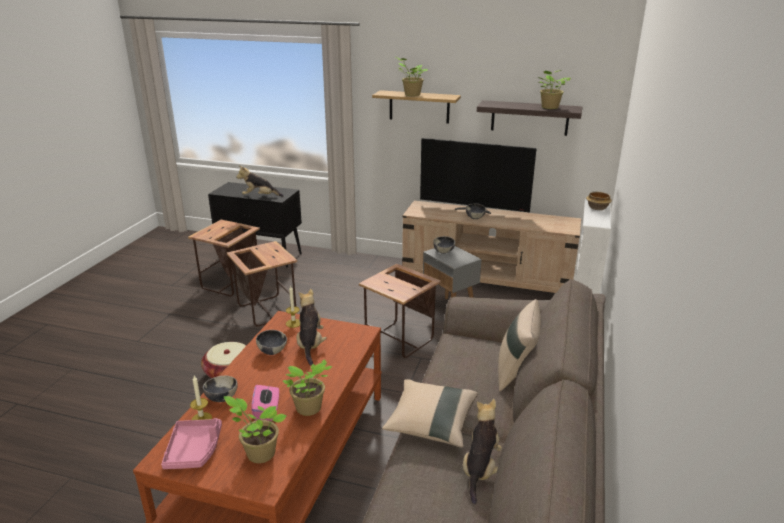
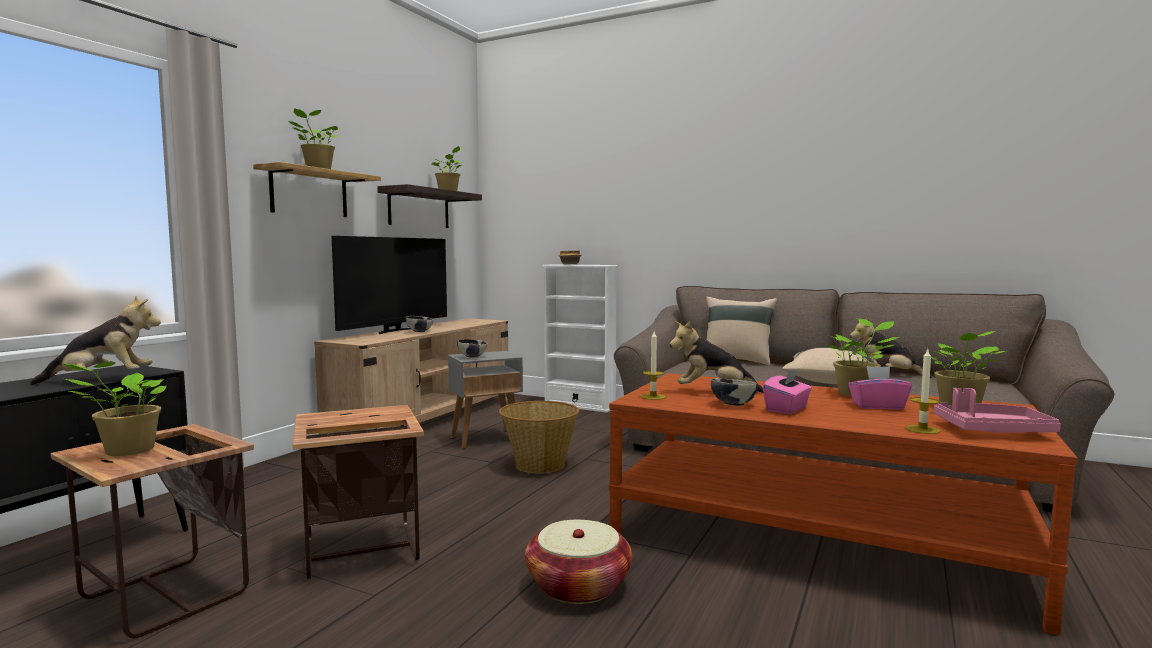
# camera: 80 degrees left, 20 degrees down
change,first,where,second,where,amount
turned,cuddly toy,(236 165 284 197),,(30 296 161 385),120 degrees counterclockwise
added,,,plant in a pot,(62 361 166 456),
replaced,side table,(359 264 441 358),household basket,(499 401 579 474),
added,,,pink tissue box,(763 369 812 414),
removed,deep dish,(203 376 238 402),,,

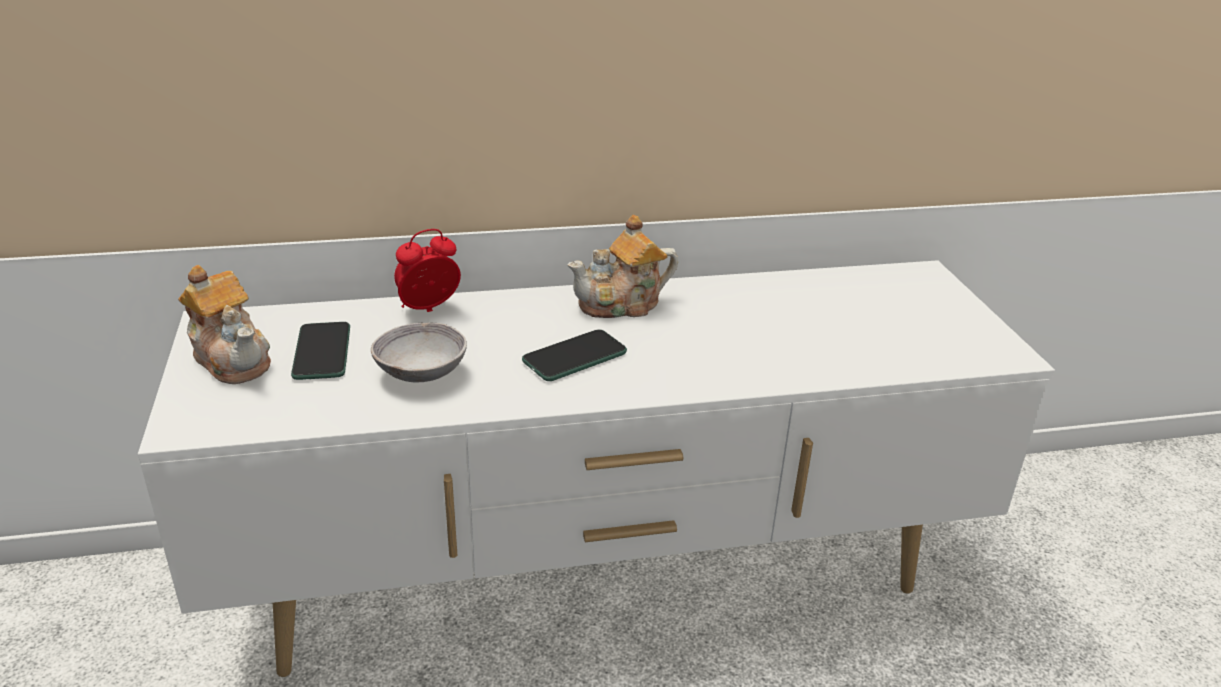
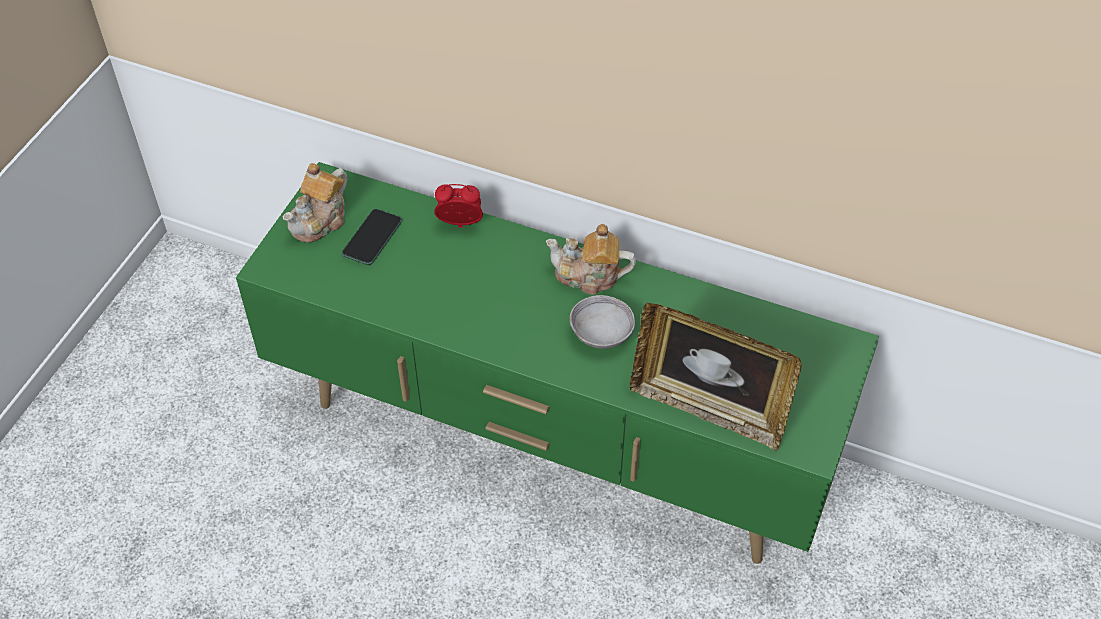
# camera: 35 degrees right, 20 degrees up
change,first,where,second,where,amount
recoloured,white tv unit,(138 260 1055 677),green-coloured tv unit,(236 162 879 564),
turned,teapot,(178 265 271 384),,(283 163 347 243),45 degrees clockwise
moved,gray deep dish,(371 322 467 382),,(569 295 635 349),
added,,,standing frame,(630 303 802 451),
removed,telephone,(522 329 627 381),,,

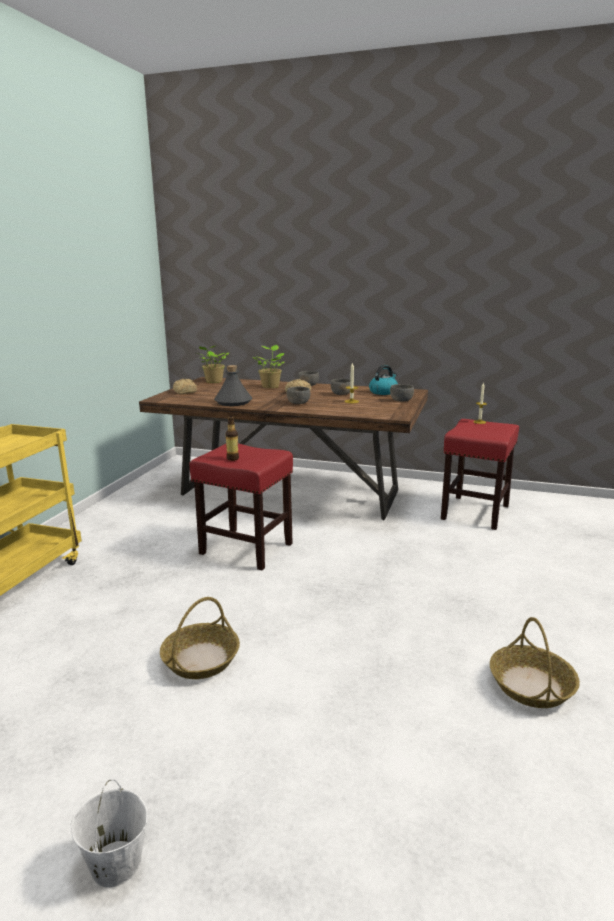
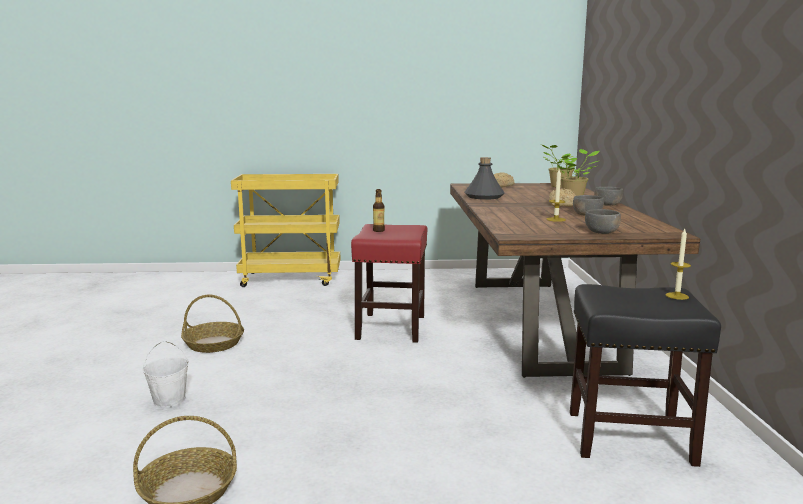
# camera: 70 degrees right, 5 degrees down
change,first,where,second,where,amount
moved,white bucket,(71 779 147 888),,(143 341 189 408),
recoloured,red-coloured sitting stool,(441 419 519 530),blackish sitting stool,(570 284 721 467),
removed,gray deep dish,(287 386 310 404),,,
removed,water kettle,(369 365 398 395),,,

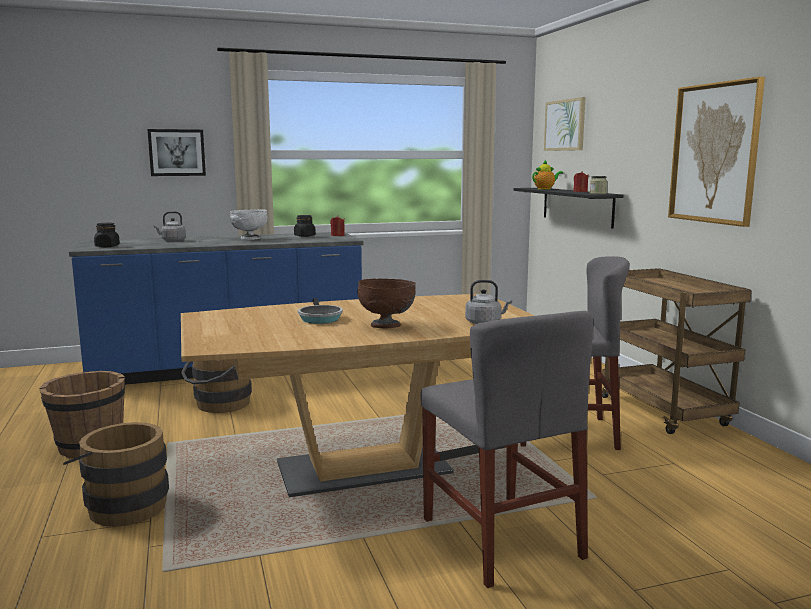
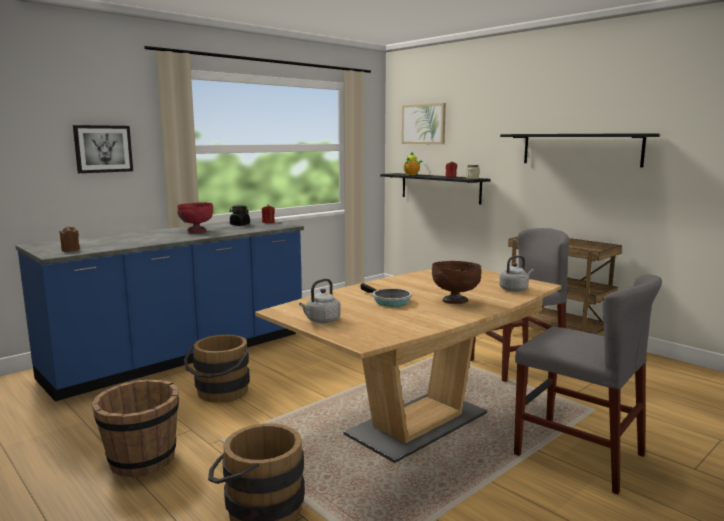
# camera: 25 degrees left, 0 degrees up
change,first,where,second,where,amount
replaced,blackish storage jar,(94 223 120 247),brown-coloured candle,(59 226 80 252),
recoloured,white deep dish,(230 209 268 240),red-coloured deep dish,(177 202 213 232),
moved,gray water kettle,(154 211 186 241),,(299 279 341 323),
replaced,wall art,(668 77 765 227),blackish bracket shelf,(500 133 660 167),

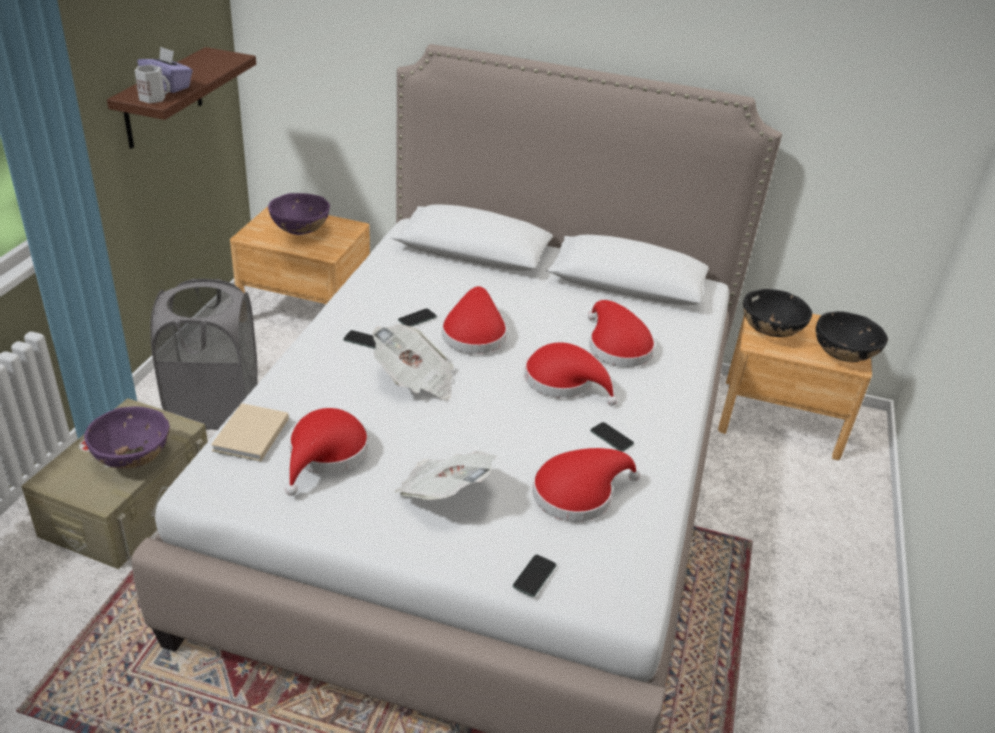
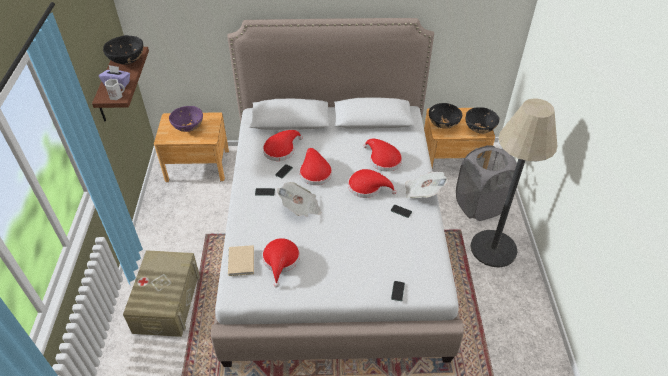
# camera: 15 degrees left, 10 degrees up
change,first,where,second,where,amount
added,,,blackish deep dish,(103 35 144 65),
moved,red-coloured hat,(532 448 640 522),,(263 130 303 161),
moved,newspaper,(395 451 497 500),,(405 172 448 198),
moved,gray hamper,(150 279 258 430),,(456 145 517 221),
added,,,standard lamp,(471 98 557 267),
removed,purple deep dish,(84 407 170 469),,,

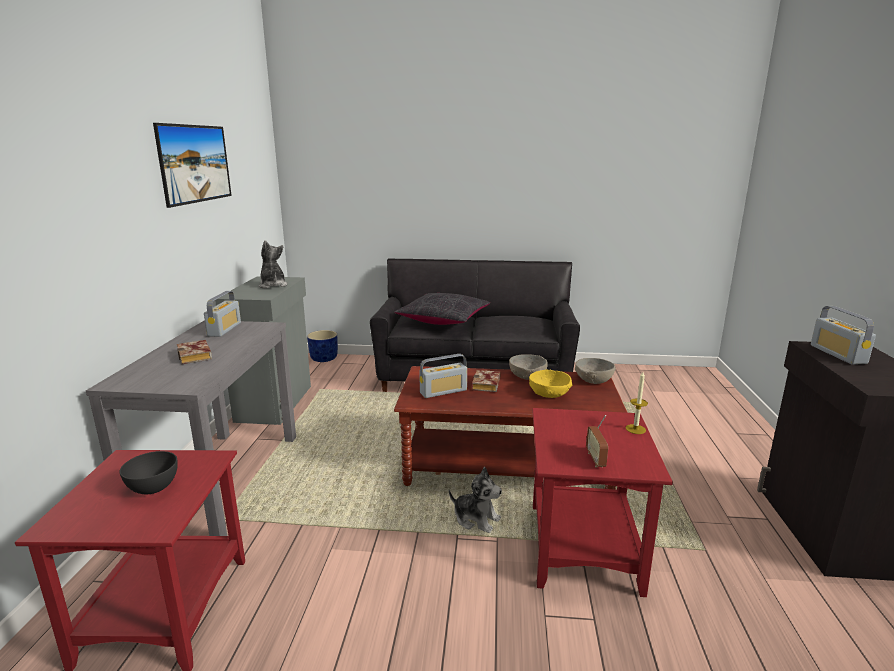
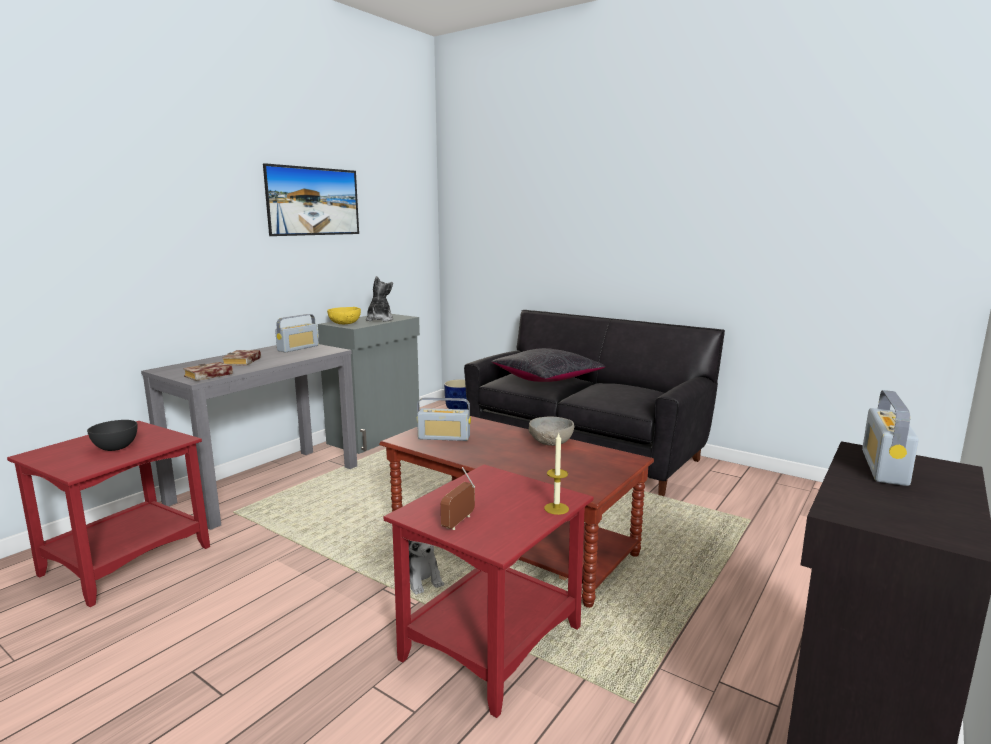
# camera: 30 degrees right, 5 degrees down
change,first,where,second,where,amount
moved,bound book,(472 370 501 392),,(183 362 233 381),
moved,yellowish deep dish,(529 369 572 398),,(327 307 361 324),
removed,gray deep dish,(575 358 616 384),,,

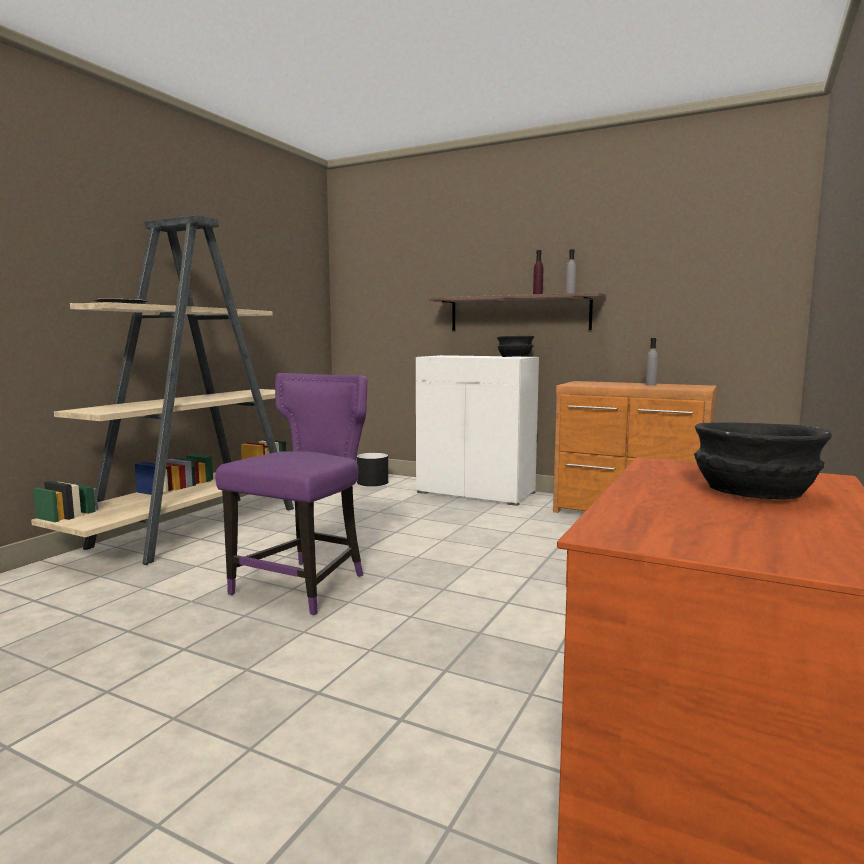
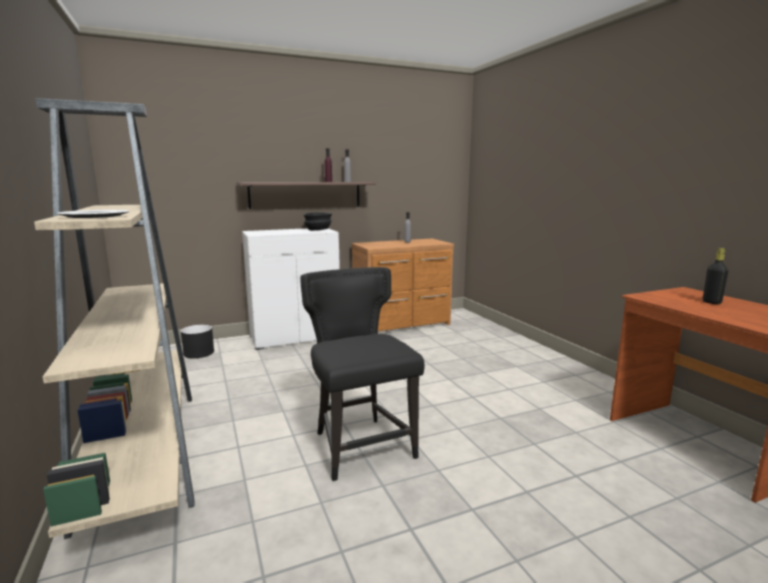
# camera: 50 degrees left, 5 degrees up
change,first,where,second,where,amount
recoloured,purple upright chair,(215 373 367 615),blackish upright chair,(300 267 425 481),
replaced,blackish deep dish,(694 422 832 500),blackish bottle,(703 248 729 304),

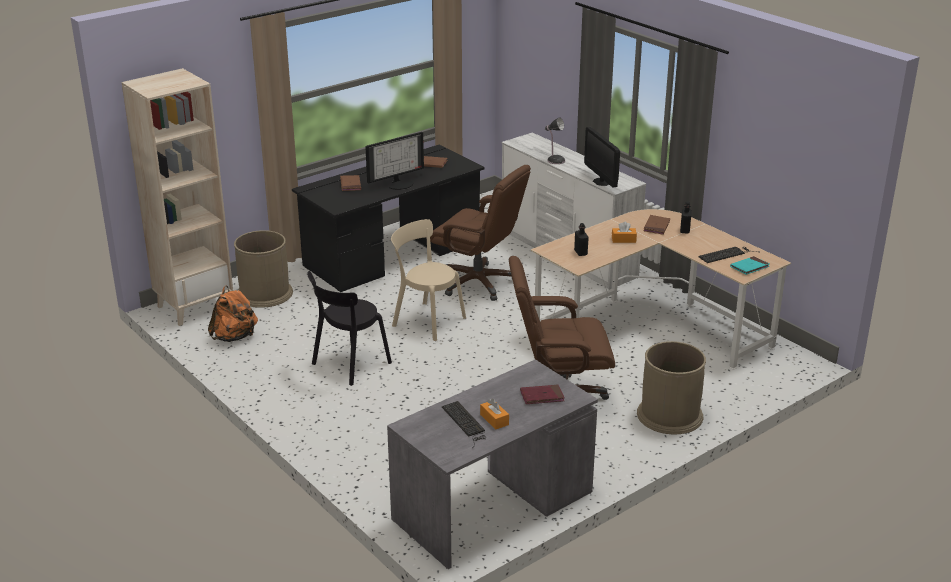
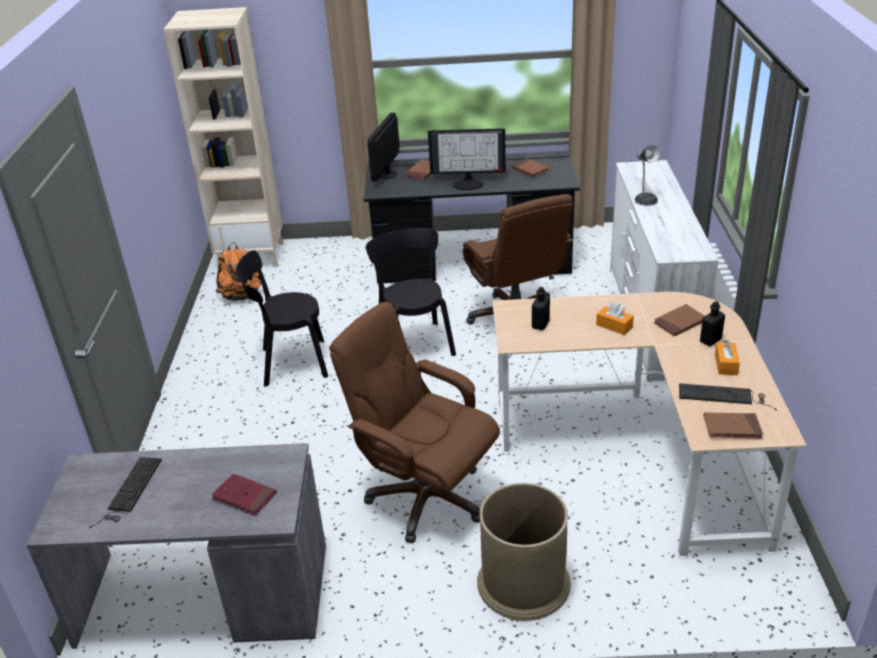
# camera: 40 degrees right, 5 degrees up
change,first,where,second,where,amount
recoloured,beige upright chair,(391 219 466 341),blackish upright chair,(366 228 456 356),
moved,computer screen,(584 127 620 188),,(367 112 400 182),
recoloured,turquoise-coloured bound book,(730 256 769 275),brown-coloured bound book,(703 412 763 438),
moved,orange-coloured tissue box,(480 399 509 430),,(715 339 740 375),
removed,brown-coloured waste bin,(234 230 293 308),,,

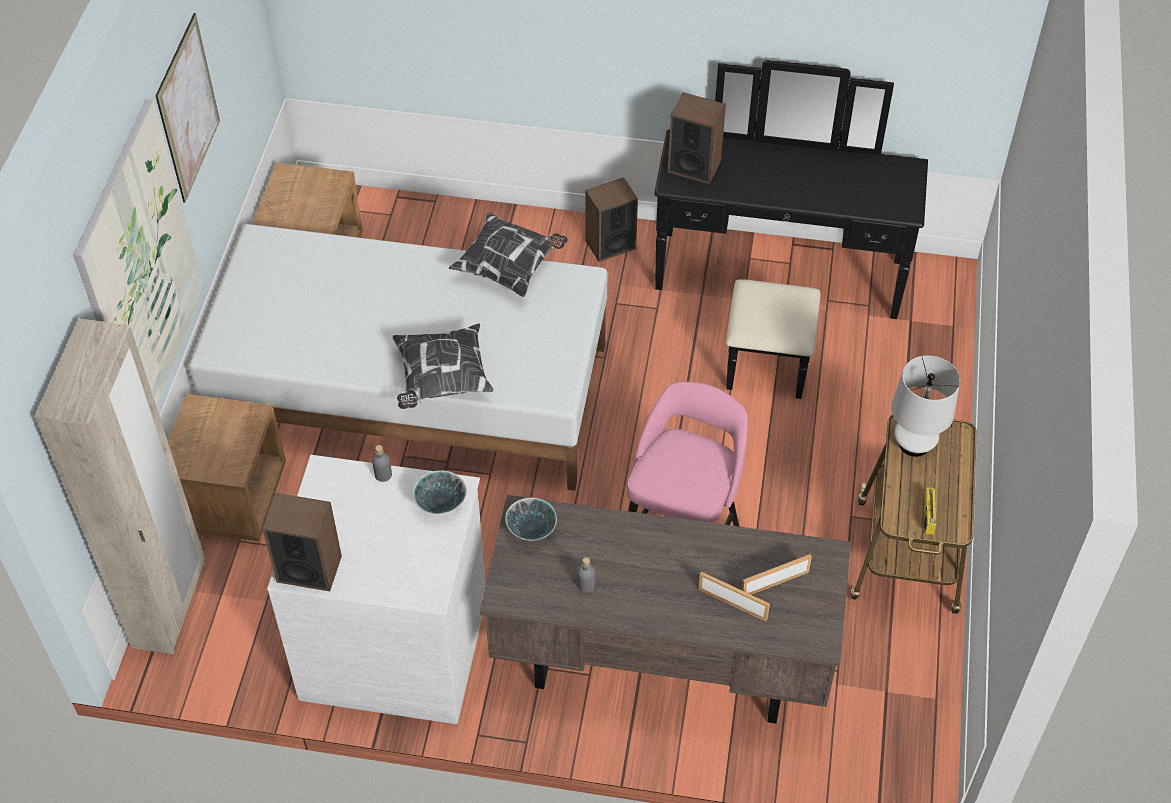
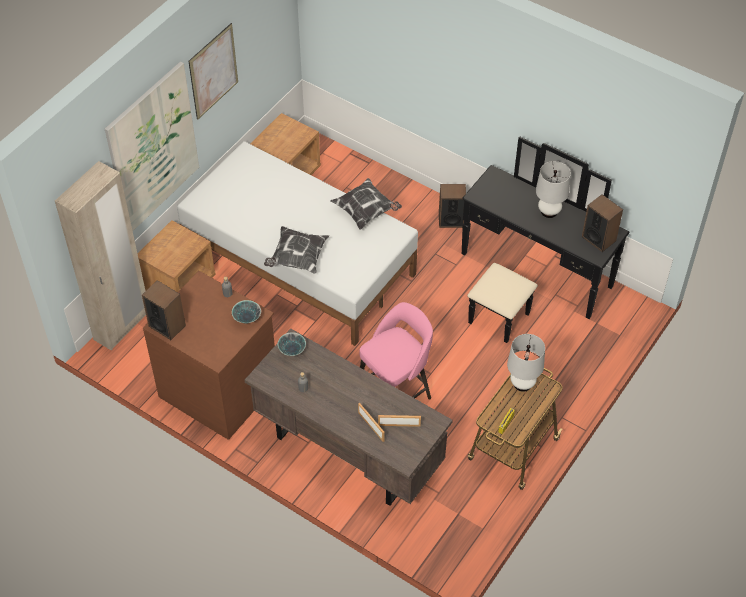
# camera: 25 degrees right, 0 degrees up
change,first,where,second,where,amount
recoloured,white chest of drawers,(267 455 486 724),brown-coloured chest of drawers,(143 271 275 440),
added,,,white lamp for a table,(536 161 571 218),
moved,loudspeaker,(668 92 726 184),,(582 194 623 252),

